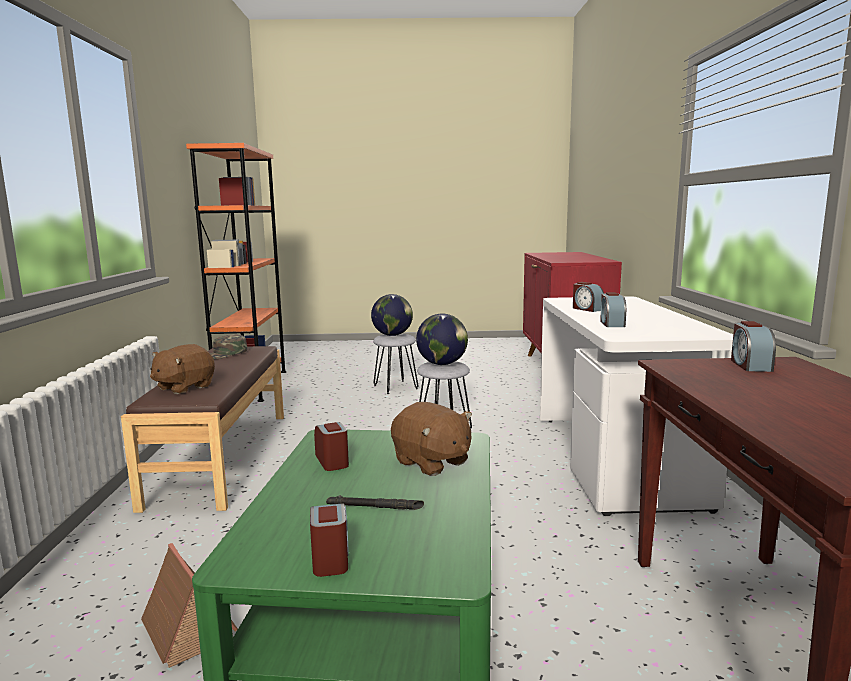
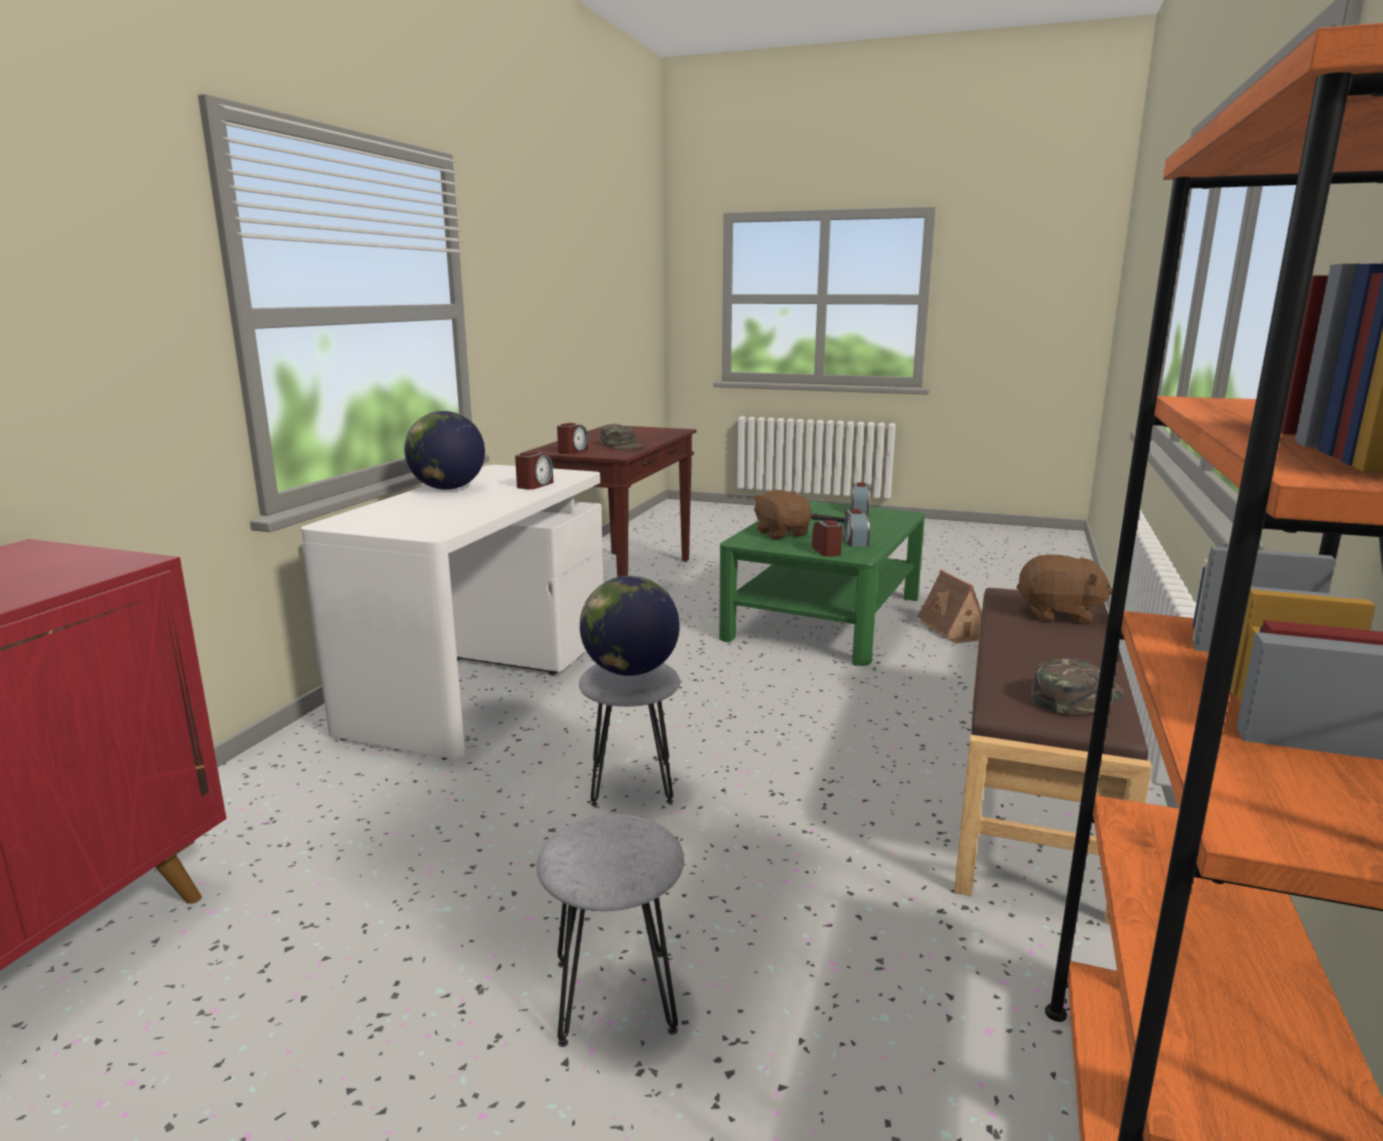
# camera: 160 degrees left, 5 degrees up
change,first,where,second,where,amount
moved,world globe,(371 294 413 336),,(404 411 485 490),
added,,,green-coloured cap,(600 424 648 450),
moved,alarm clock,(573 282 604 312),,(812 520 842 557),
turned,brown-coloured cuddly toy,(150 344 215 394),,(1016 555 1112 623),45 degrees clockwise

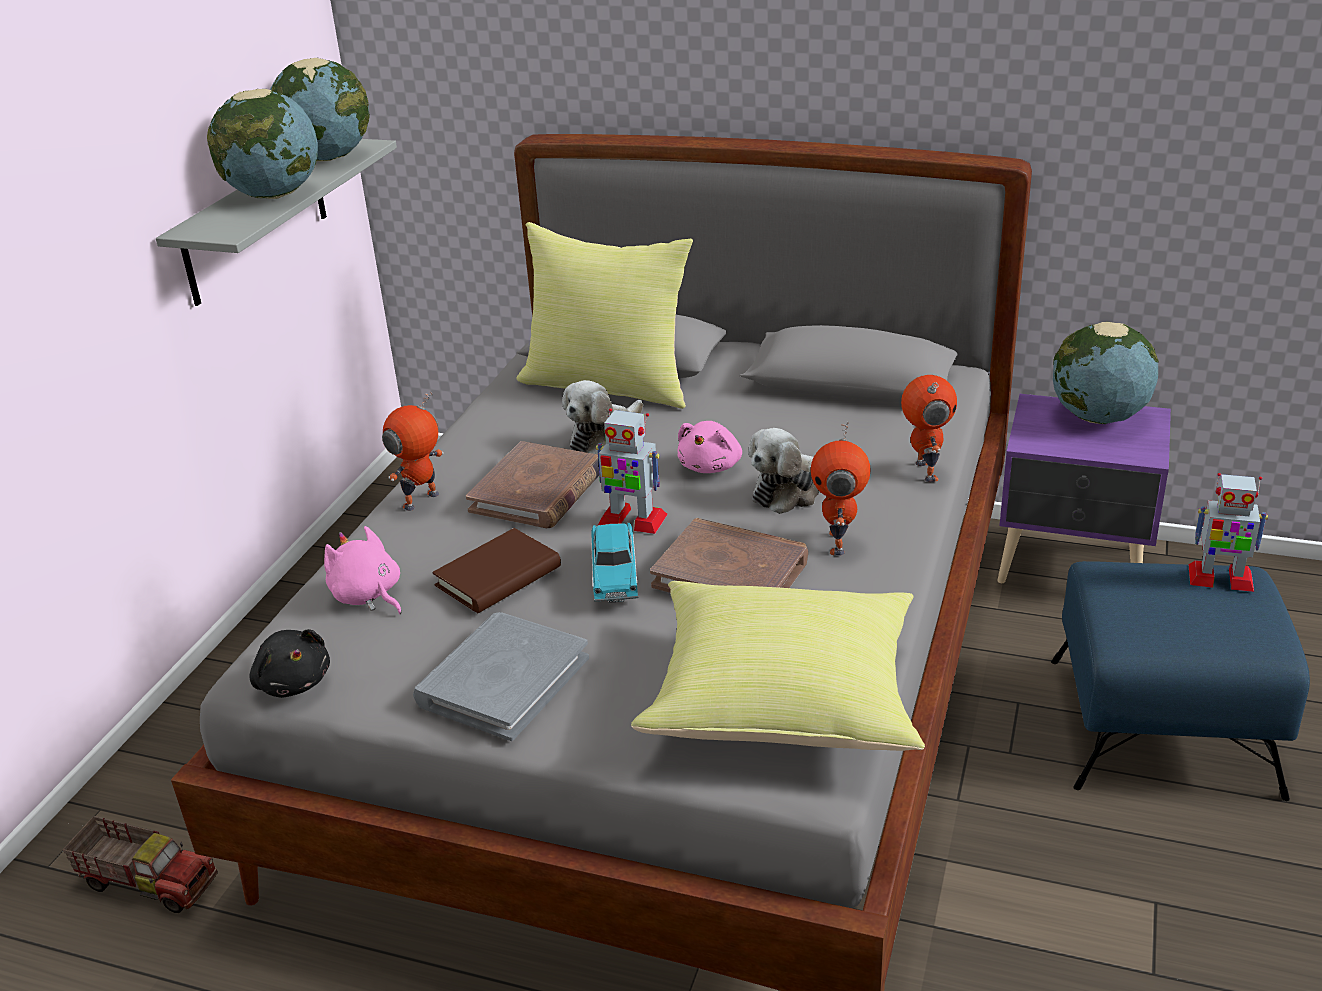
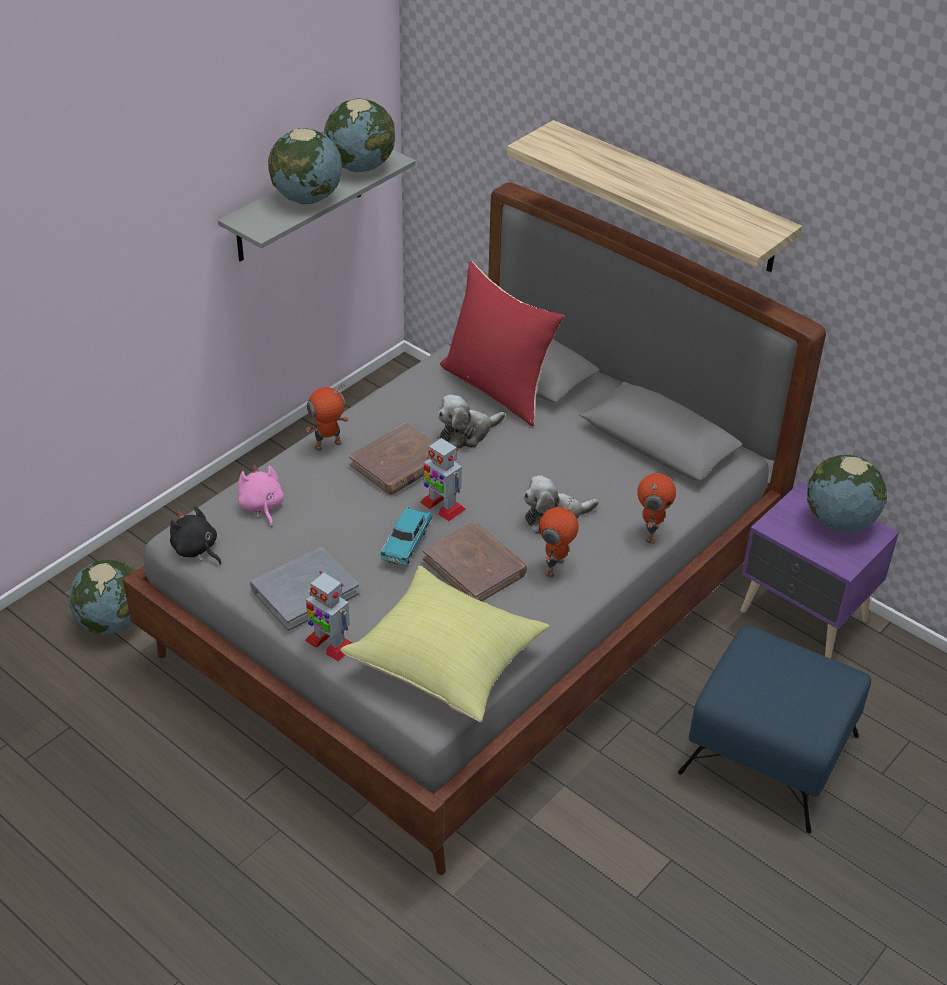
# camera: 20 degrees right, 10 degrees up
change,first,where,second,where,amount
replaced,toy truck,(63 816 218 913),world globe,(69 560 135 634),
turned,blackish cuddly toy,(250 629 330 698),,(170 506 221 565),150 degrees clockwise
moved,robot figure,(1188 473 1268 592),,(305 571 352 661),
recoloured,yellowish throw pillow,(517 222 693 409),red-coloured throw pillow,(440 261 564 426),
added,,,bracket shelf,(507 120 802 272),
removed,brown-coloured bound book,(432 528 561 613),,,
removed,pink cuddly toy,(677 421 742 473),,,

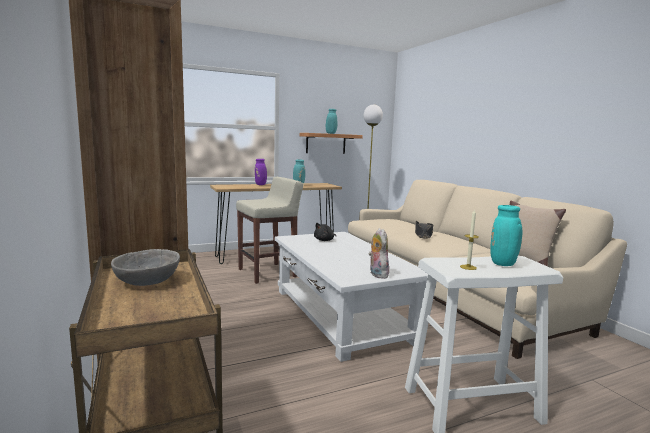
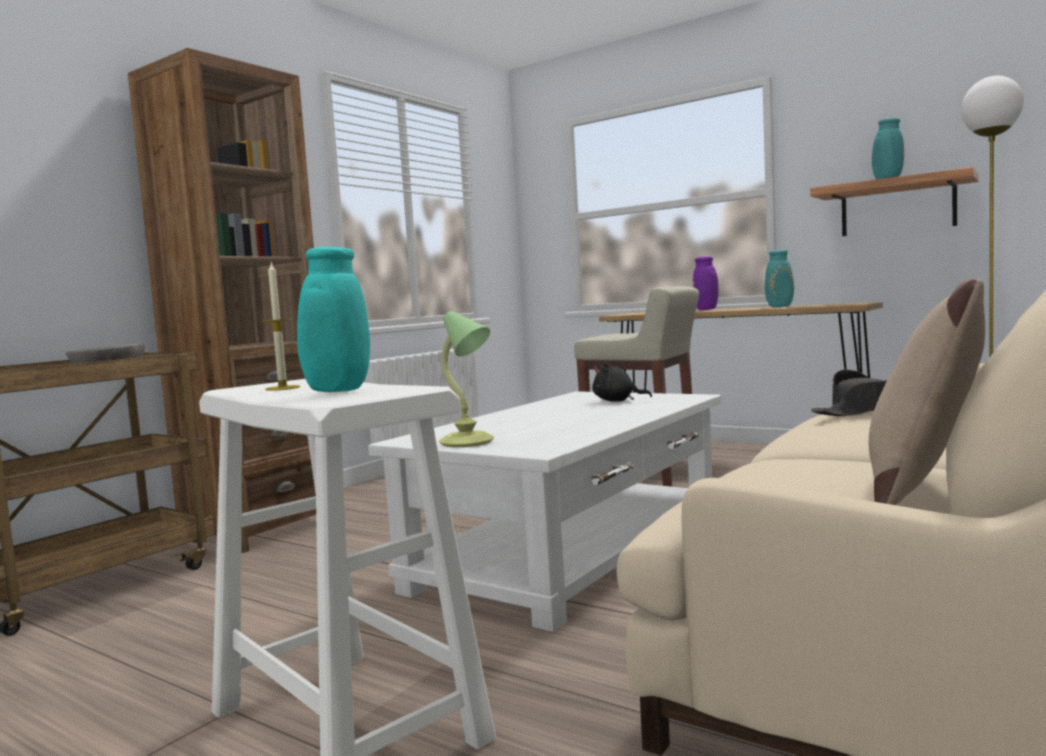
# camera: 60 degrees right, 5 degrees down
change,first,where,second,where,amount
replaced,cuddly toy,(369 228 389 279),lamp for a table,(439 311 494 447),

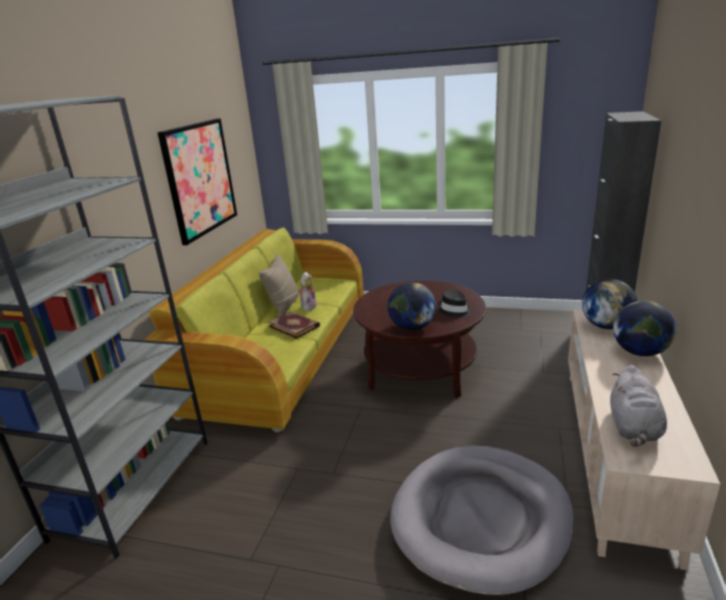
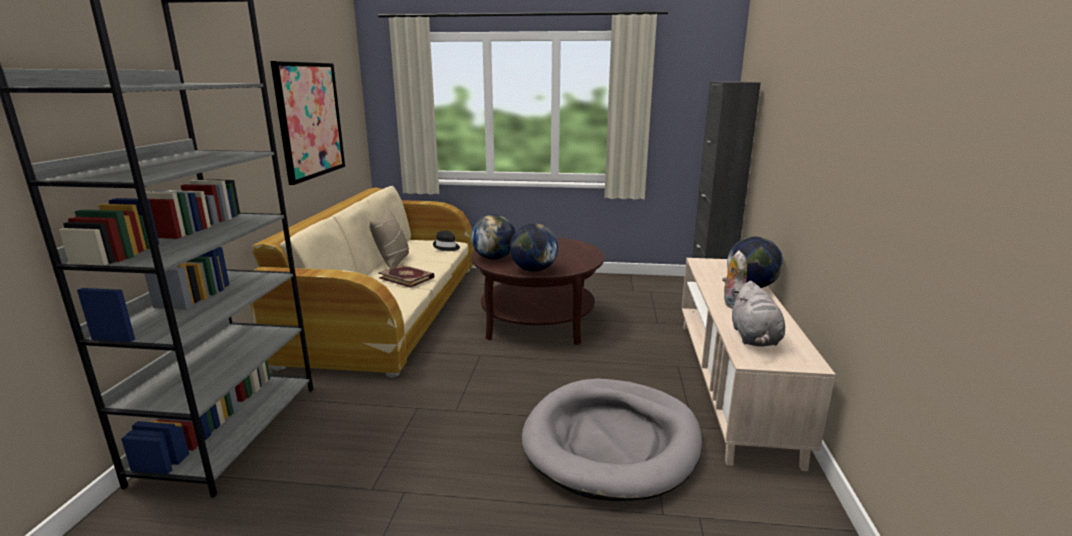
# camera: 10 degrees left, 5 degrees down
change,first,where,second,where,amount
recoloured,green-coloured sofa,(144 227 364 433),beige sofa,(250 186 474 378),
moved,blackish hat,(438 289 472 318),,(433 231 460 251),
moved,world globe,(582 279 637 329),,(471 214 516 259),
moved,cuddly toy,(298 272 317 311),,(722 251 747 309),

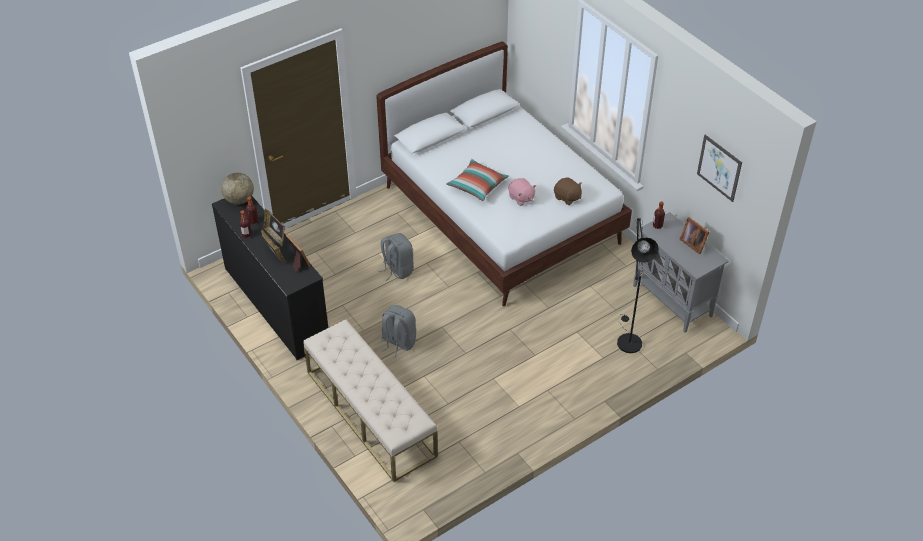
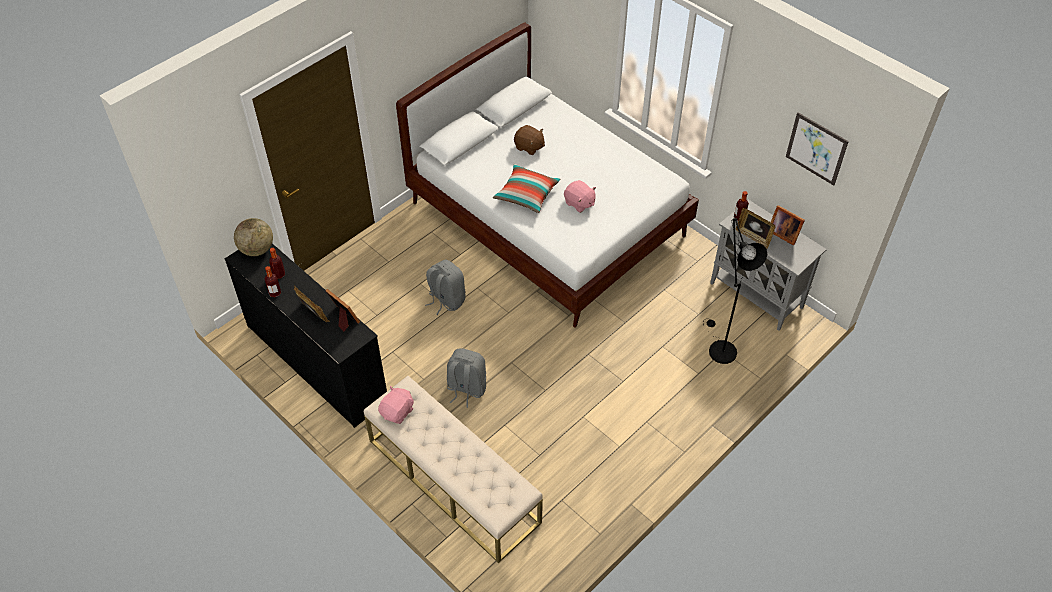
# camera: 10 degrees left, 5 degrees up
change,first,where,second,where,amount
added,,,pink cuddly toy,(378 386 414 424),
moved,brown-coloured cuddly toy,(554 177 582 205),,(514 125 545 155),
moved,standing frame,(263 209 285 247),,(736 208 775 248),

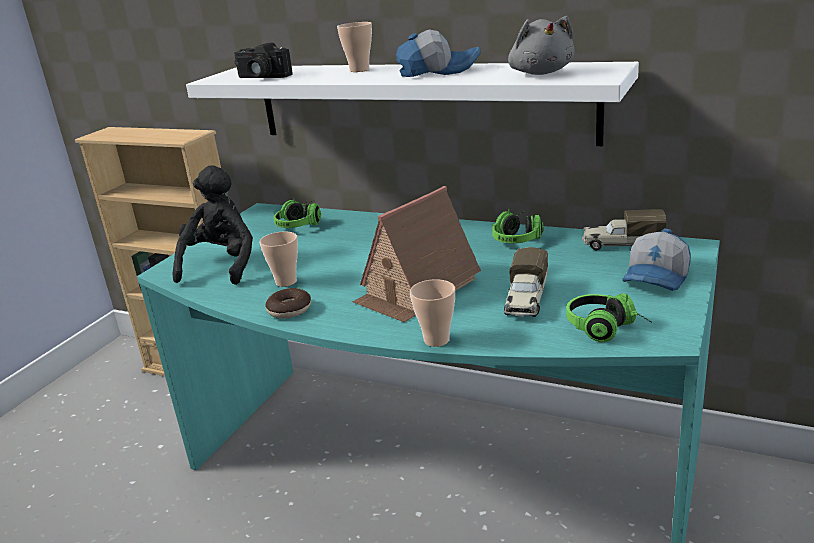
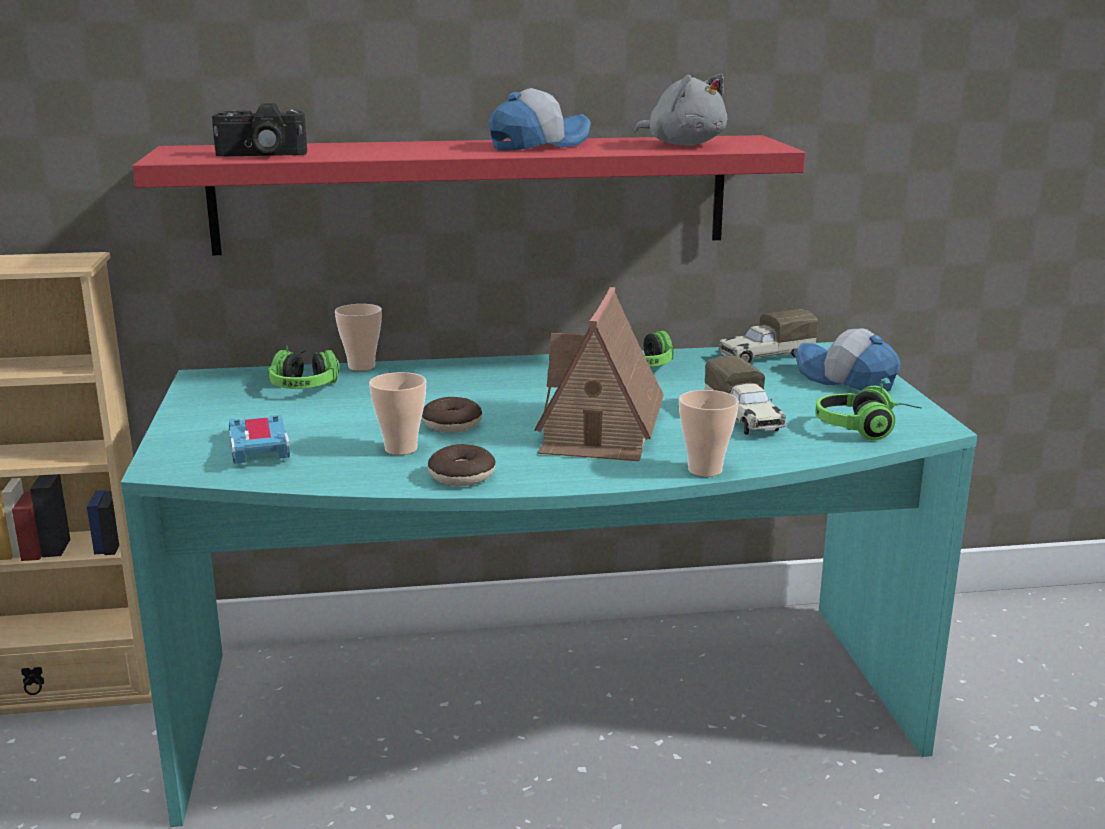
# camera: 35 degrees left, 5 degrees down
change,first,where,second,where,amount
recoloured,white bracket shelf,(186 62 639 146),red-coloured bracket shelf,(133 135 805 255),
replaced,blackish cuddly toy,(173 165 253 285),miniature car,(229 415 290 464),
moved,drinking cup,(337 22 372 72),,(335 304 382 371),
added,,,ring doughnut,(422 397 482 433),
turned,cap,(622 228 691 291),,(795 328 901 391),135 degrees clockwise

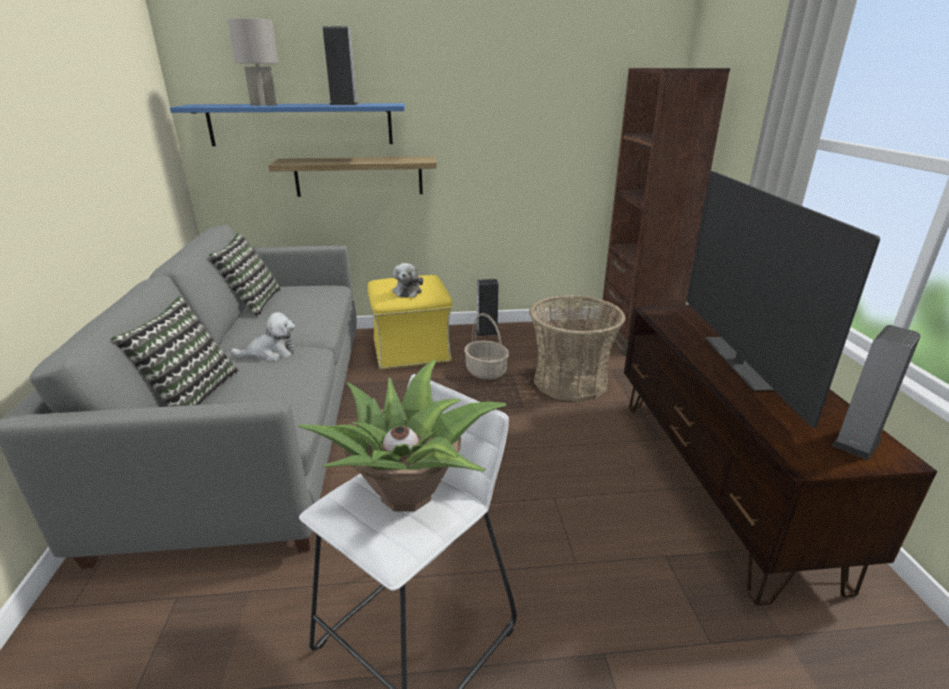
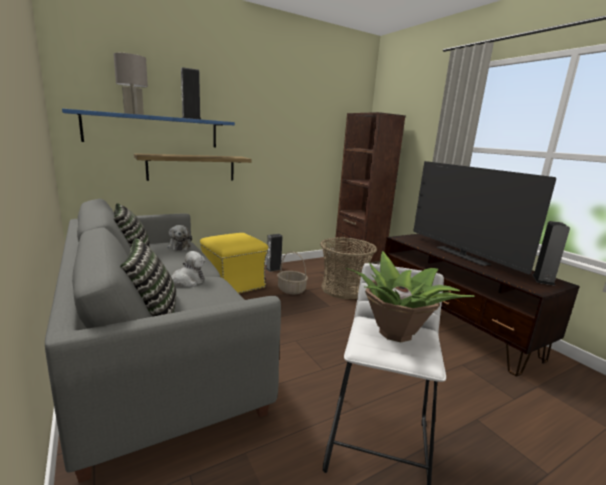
# camera: 25 degrees left, 10 degrees down
change,first,where,second,where,amount
moved,cuddly toy,(392 263 423 298),,(167 225 192 251),

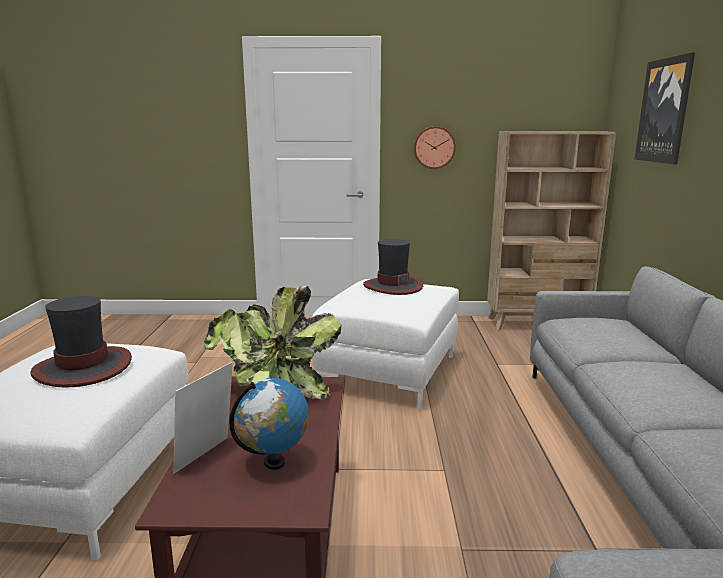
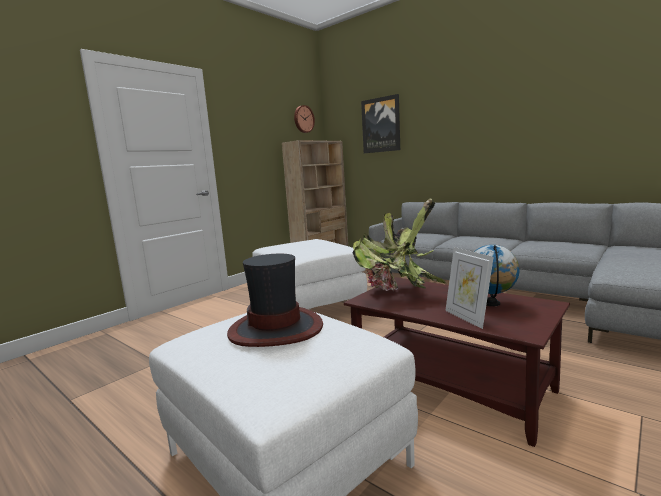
# camera: 50 degrees left, 5 degrees down
change,first,where,second,where,amount
moved,wall clock,(414 126 456 169),,(294 105 315 133),
removed,hat,(363 239 423 295),,,

